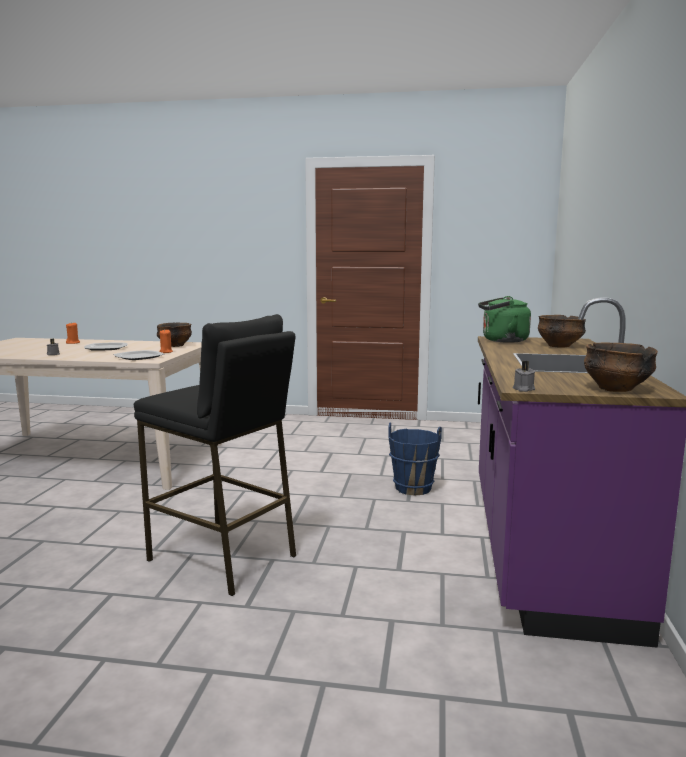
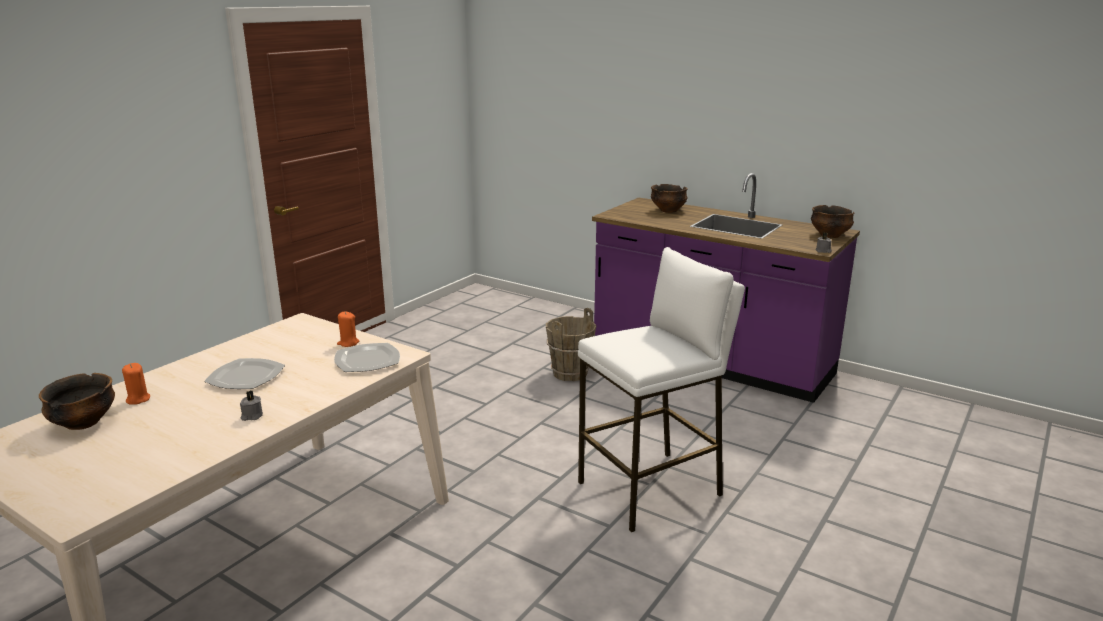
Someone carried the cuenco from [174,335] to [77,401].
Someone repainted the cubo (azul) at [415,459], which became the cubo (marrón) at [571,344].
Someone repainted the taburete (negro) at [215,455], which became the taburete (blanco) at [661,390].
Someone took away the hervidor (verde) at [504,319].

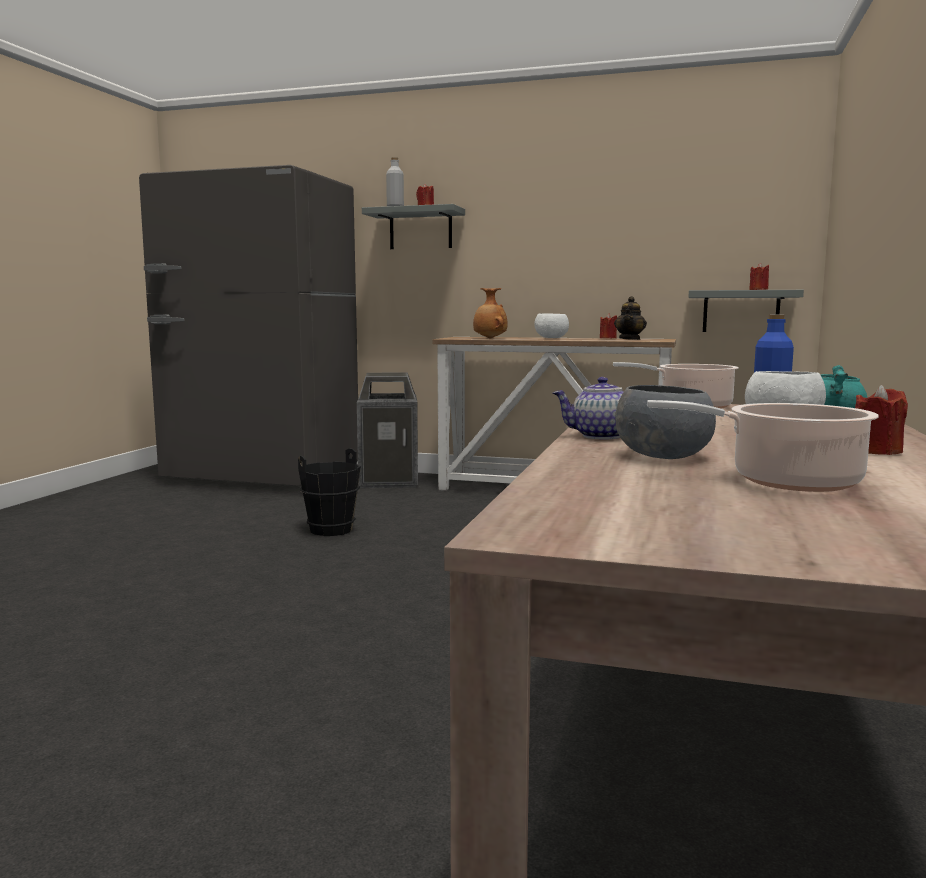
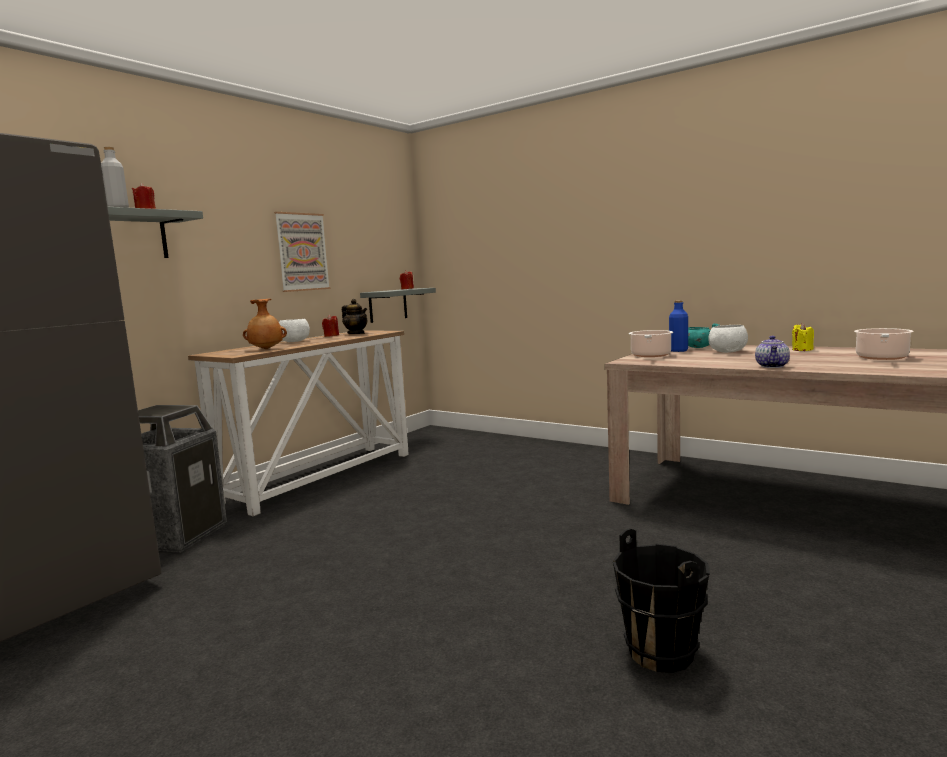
Someone put up the cuadro at [302,252].
Someone carried the cubo (negro) from [329,492] to [661,600].
Someone repainted the vela (rojo) at [881,420], which became the vela (amarillo) at [803,337].
Someone took away the cuenco (gris) at [665,422].

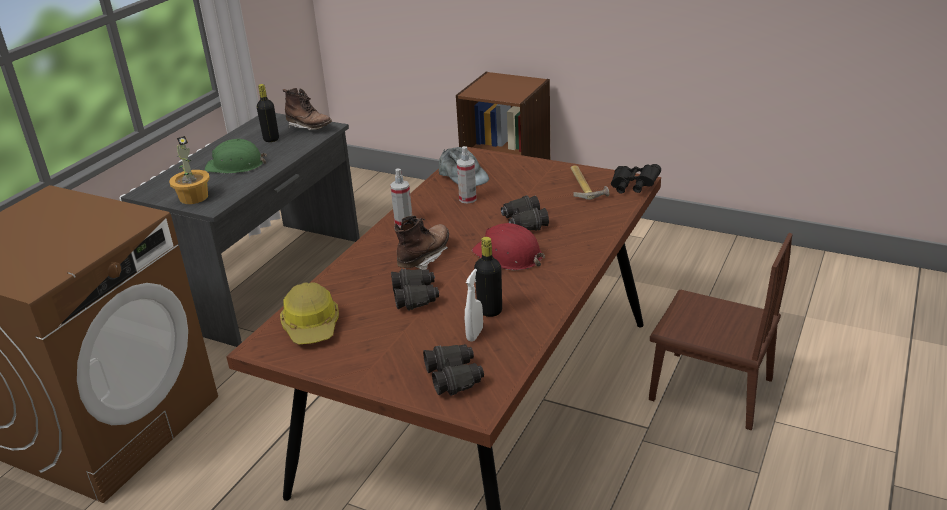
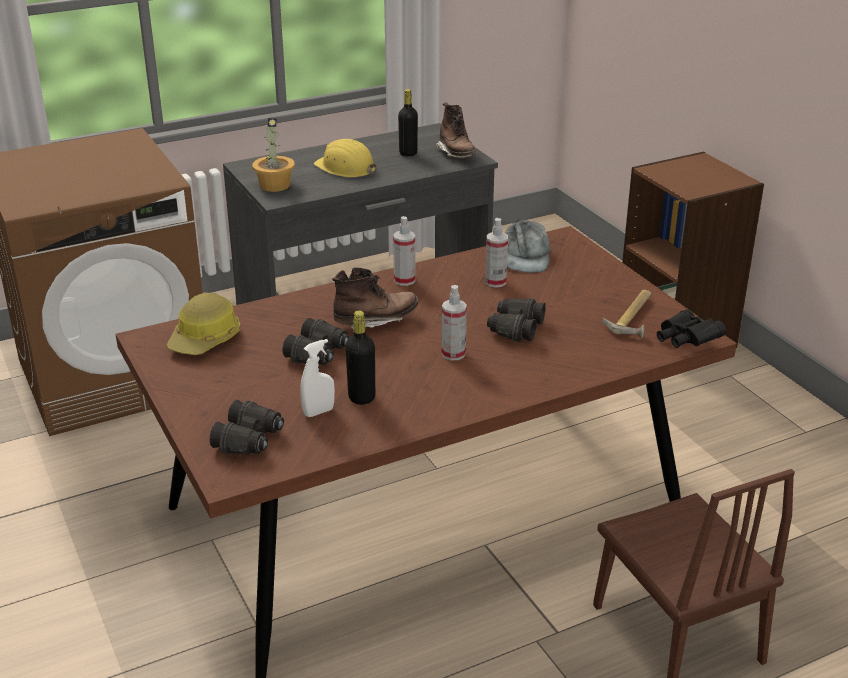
Someone repainted the casco (verde) at [236,156], which became the casco (amarillo) at [345,158].
Someone swapped the casco (rojo) at [508,246] for the pulverizador at [454,322].

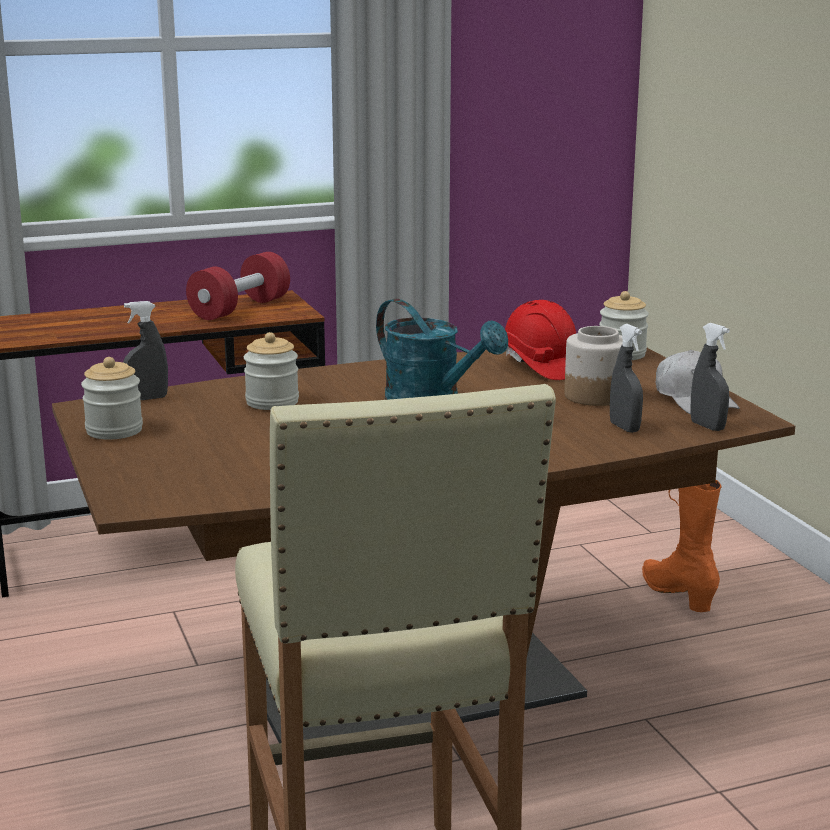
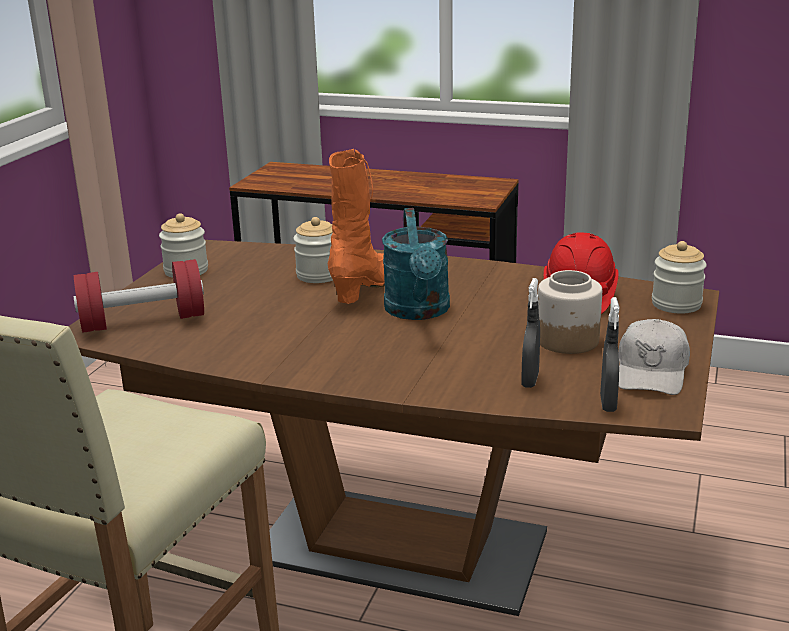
Someone carried the mancuerna (rojo) from [238,286] to [139,296].
Someone carried the bota (naranja) from [682,546] to [356,226].
Someone took away the pulverizador (gris) at [145,350].

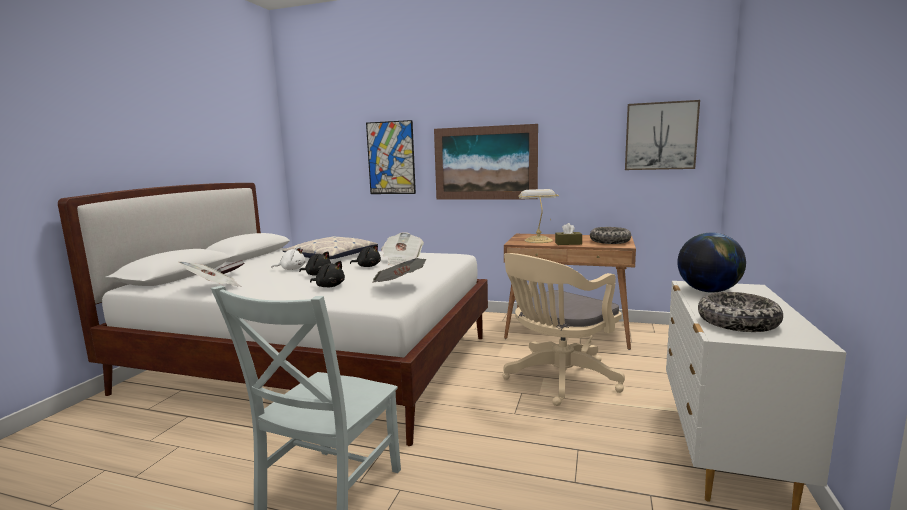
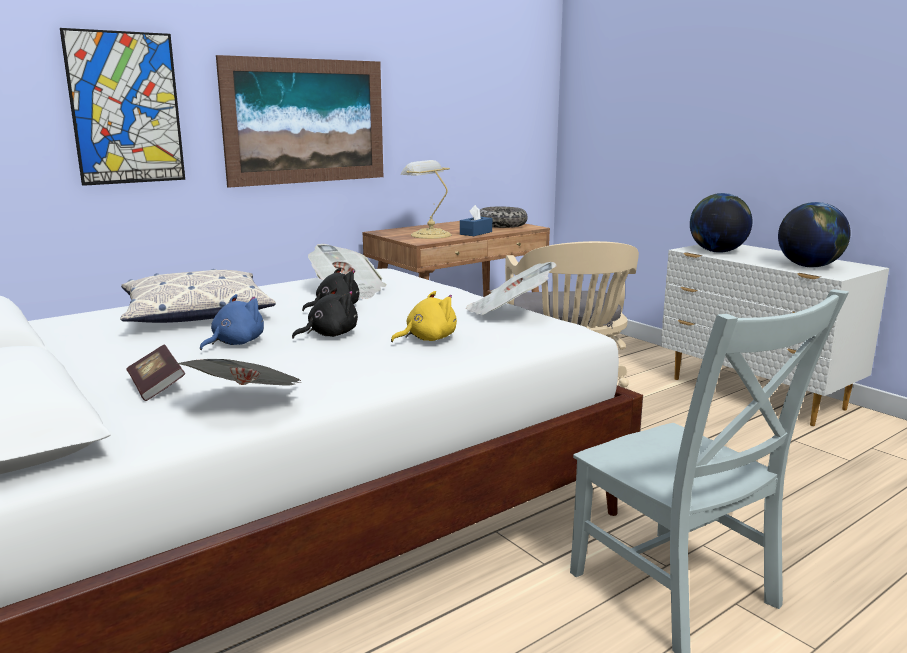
Someone repainted the peluche (blanco) at [288,258], which became the peluche (azul) at [232,322].
Someone repainted the peluche (negro) at [327,274], which became the peluche (amarillo) at [424,316].
Someone repainted the caja de pañuelos (marrón) at [568,234], which became the caja de pañuelos (azul) at [476,220].
Someone swapped the cuenco at [740,312] for the globo terráqueo at [814,234].
Someone took away the cuadro at [662,135].

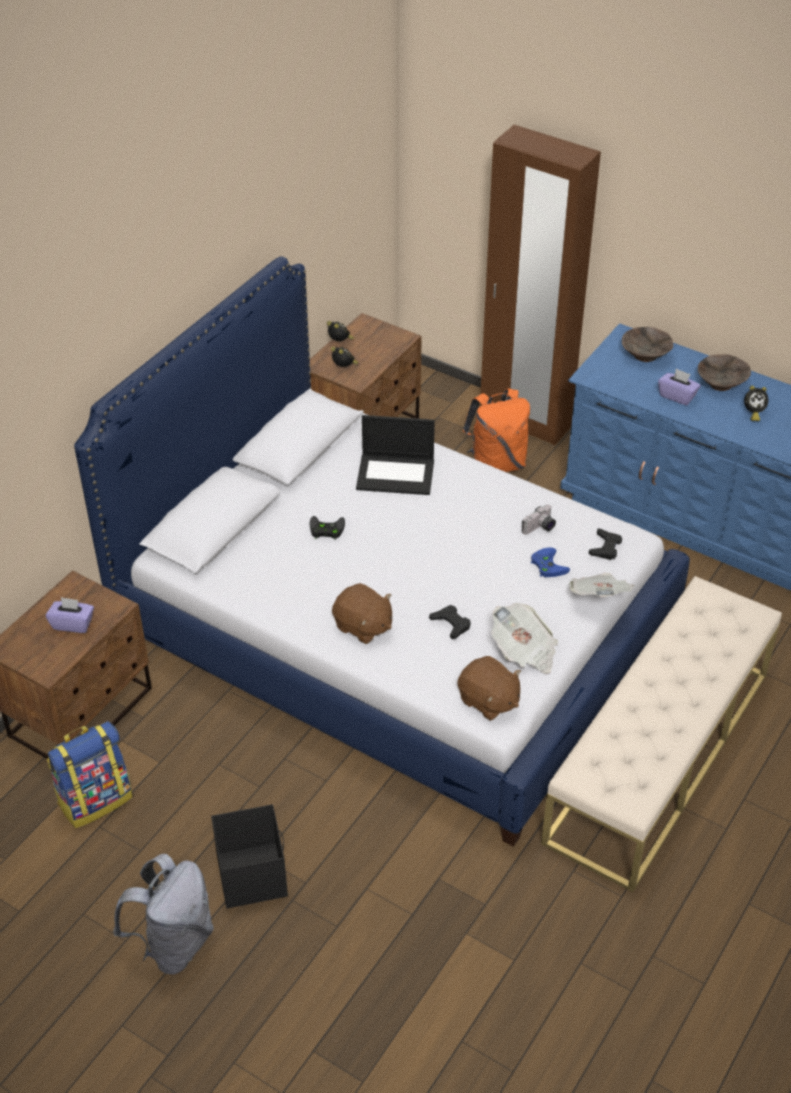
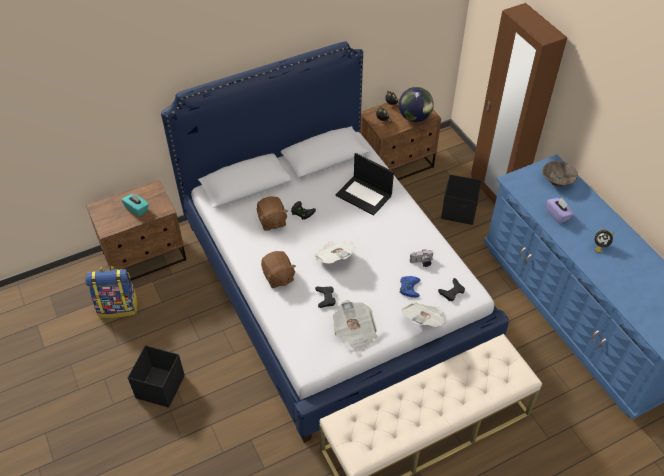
Someone repainted the caja de pañuelos (morado) at [70,615], which became the caja de pañuelos (turquesa) at [135,204].
Someone carried the peluche (marrón) from [489,688] to [272,213].
Someone put down the periódico at [335,252].
Someone put down the globo terráqueo at [416,104].
Someone swapped the mochila (naranja) at [496,430] for the caja de almacenaje (negro) at [461,200].
Someone took away the mochila (gris) at [163,914].
Someone took away the cuenco (marrón) at [724,372].

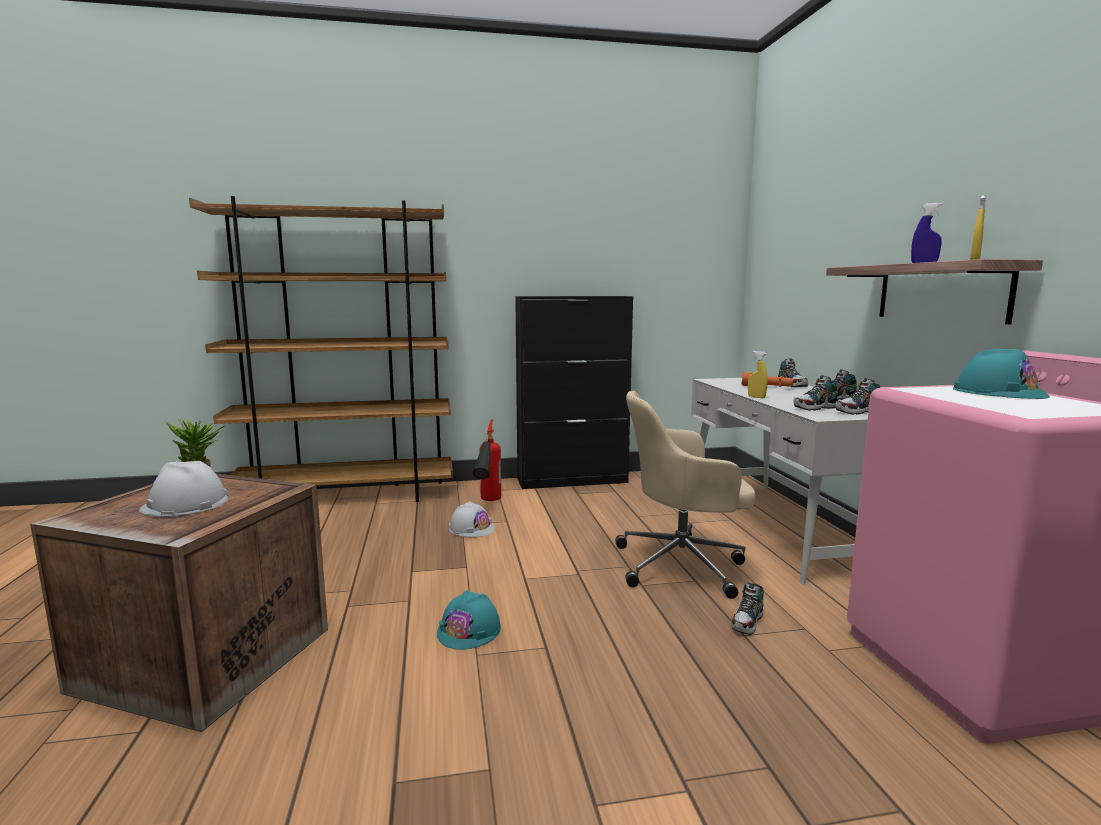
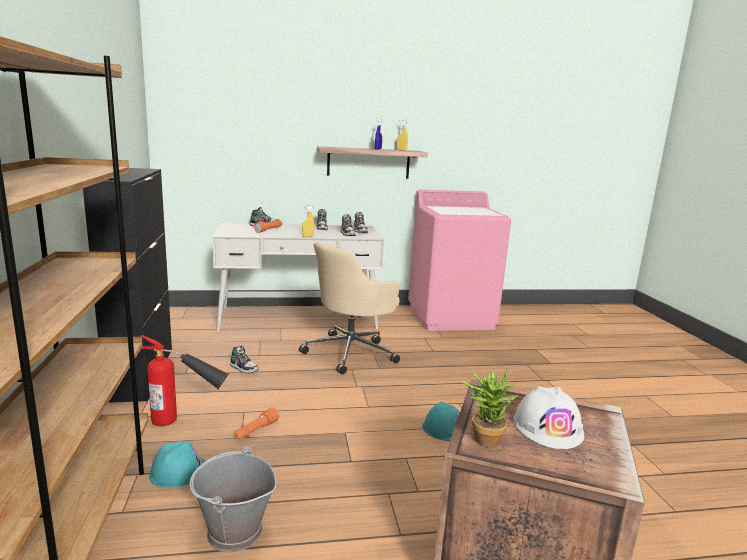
Someone carried the casco (turquesa) from [1001,373] to [177,464].
Someone put down the cubo (gris) at [233,499].
Someone carried the zapato from [747,608] to [244,359].
Someone swapped the casco (blanco) at [472,519] for the linterna (naranja) at [256,423].
Someone rotated the silla de oficina (beis) at [685,495] by 45 degrees clockwise.

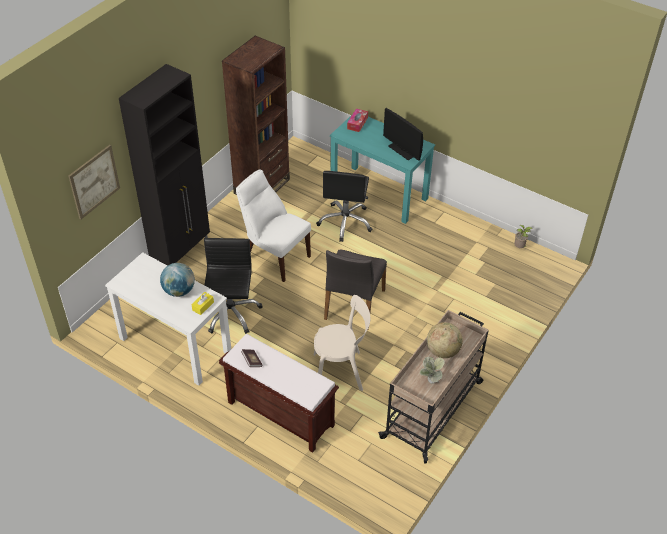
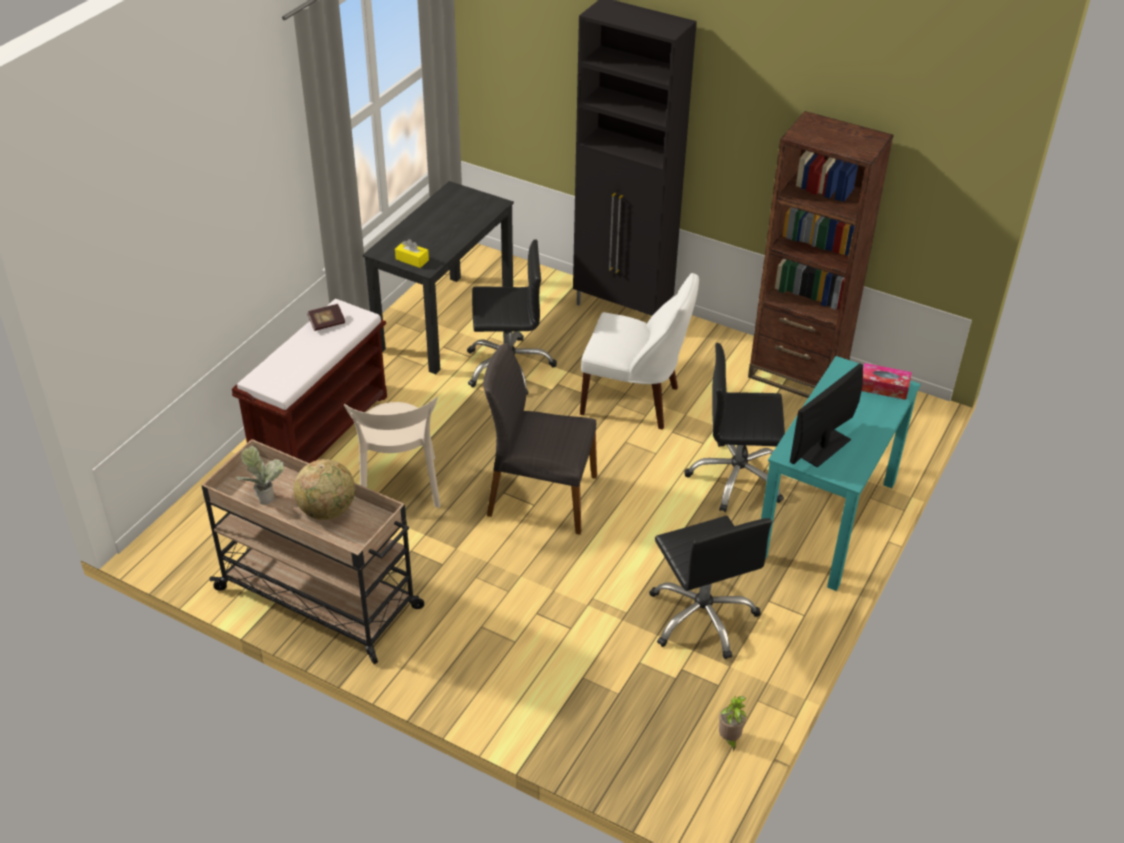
Someone repainted the escritorio (blanco) at [168,319], which became the escritorio (negro) at [438,277].
Someone rotated the silla (blanco) at [273,226] by 75 degrees clockwise.
Someone put down the silla de oficina (negro) at [710,587].
Someone took away the cuadro at [94,182].
Someone took away the globo terráqueo at [177,280].

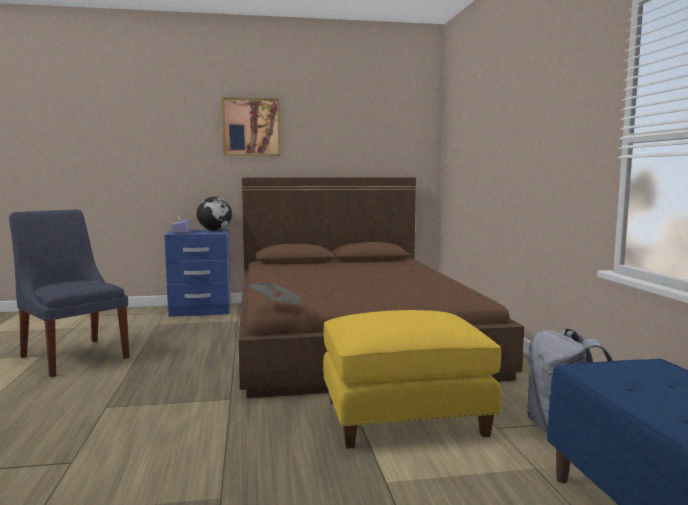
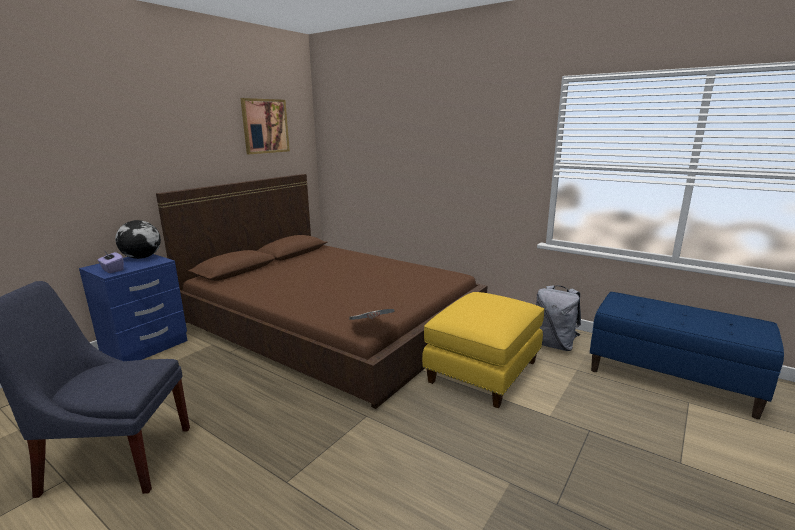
Someone carried the cuadro from [251,126] to [265,126].

